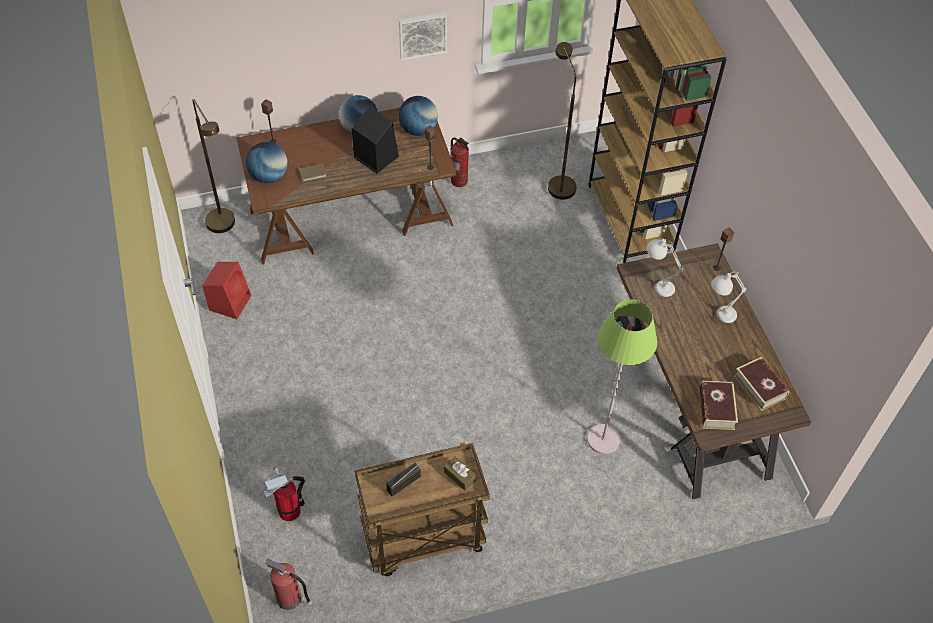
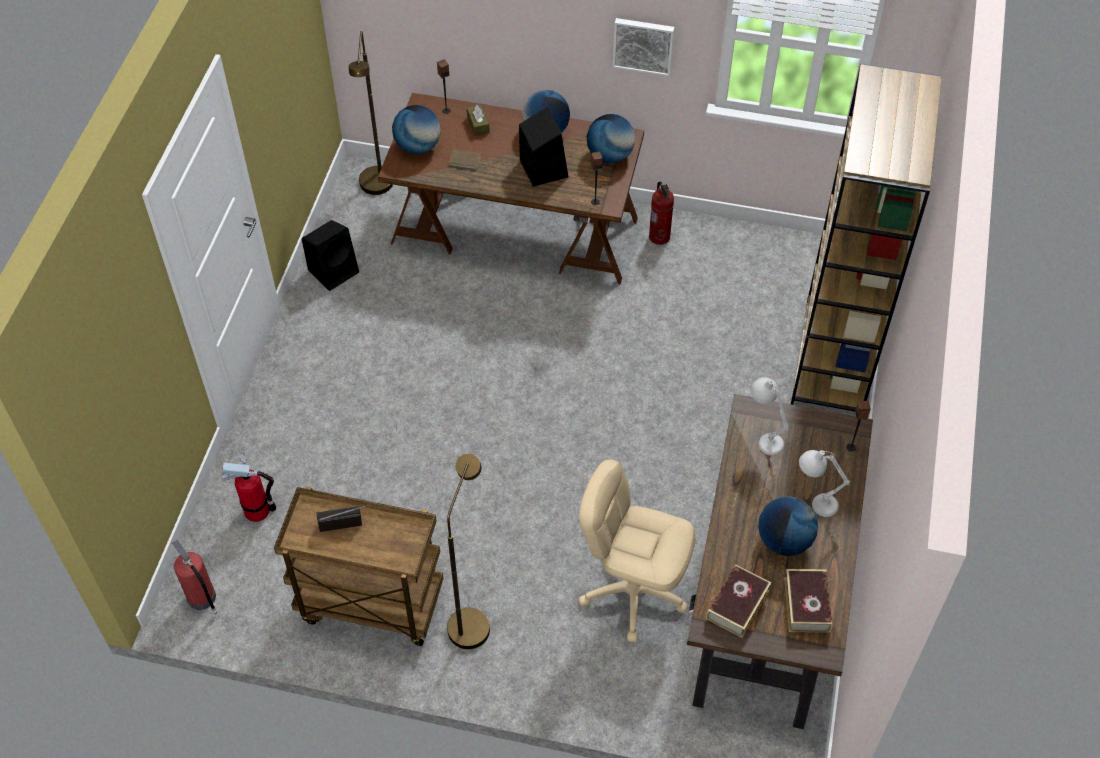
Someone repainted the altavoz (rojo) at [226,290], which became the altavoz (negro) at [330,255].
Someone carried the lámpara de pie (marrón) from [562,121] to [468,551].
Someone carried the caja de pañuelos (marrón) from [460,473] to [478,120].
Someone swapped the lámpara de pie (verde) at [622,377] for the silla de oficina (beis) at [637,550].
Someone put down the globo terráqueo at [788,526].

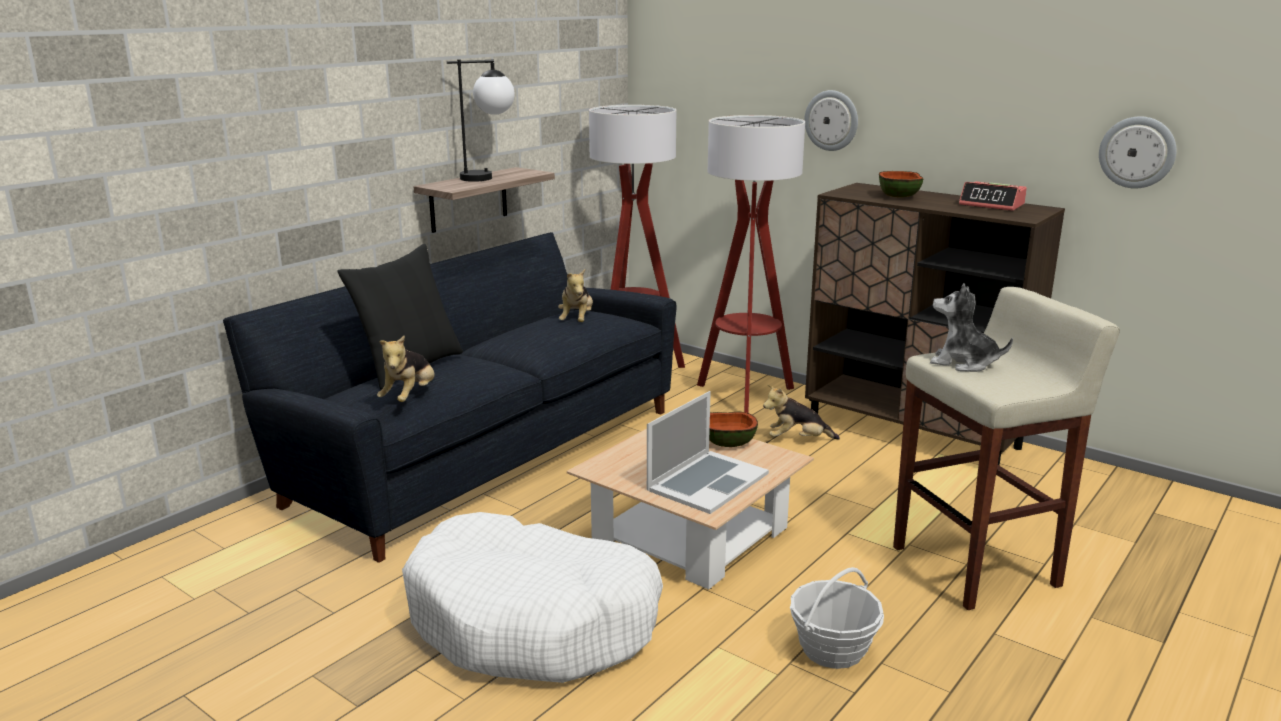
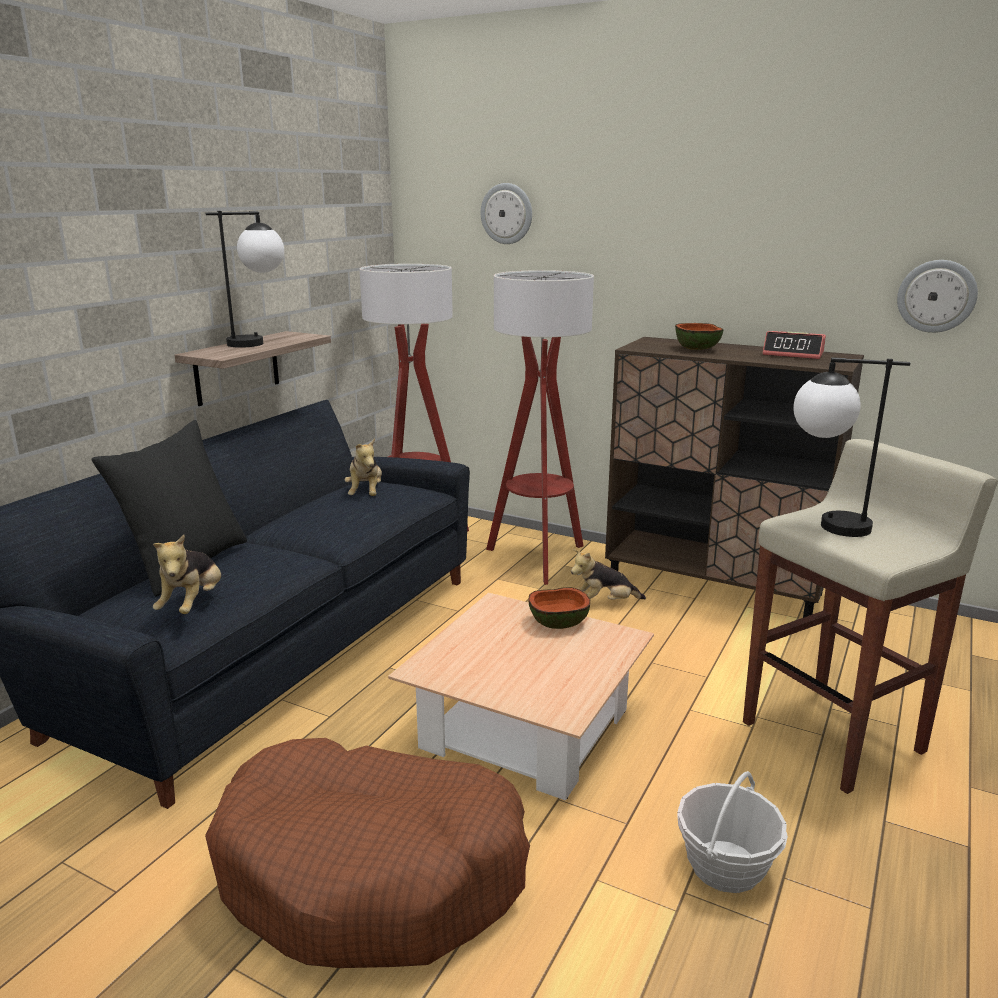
Someone repainted the cama para perro (blanco) at [532,597], which became the cama para perro (marrón) at [367,853].
Someone carried the reloj de pared from [831,120] to [506,213].
Someone swapped the peluche at [971,327] for the lámpara de mesa at [851,447].
Someone took away the portátil at [708,452].

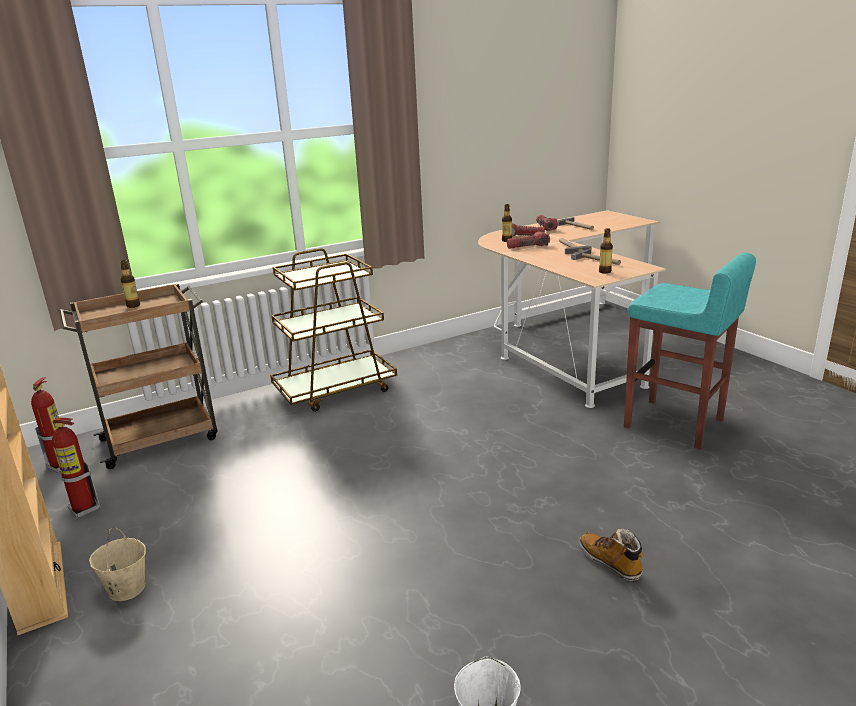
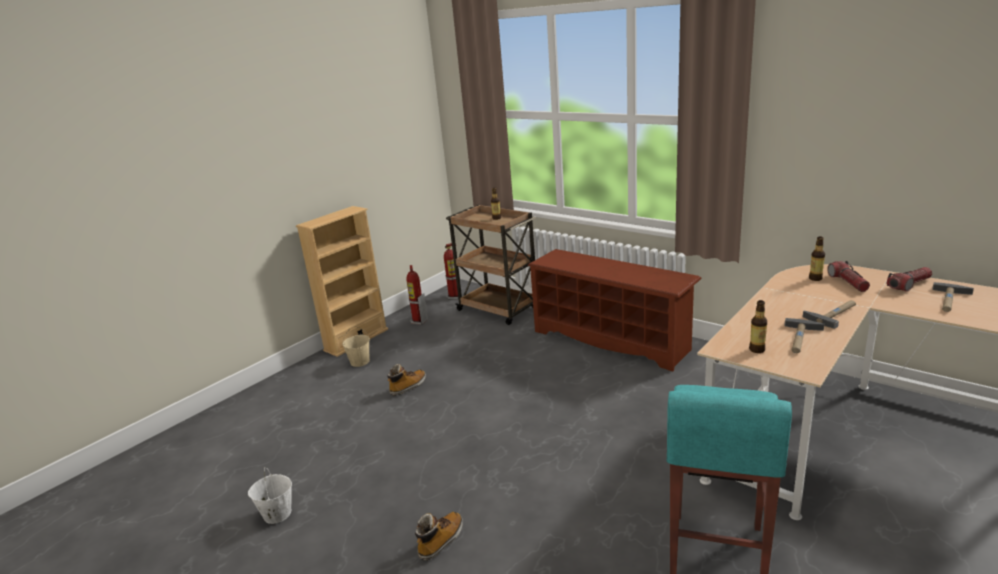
Someone put down the bota at [406,380].
Someone swapped the carrito (marrón) at [333,330] for the zapatero (marrón) at [614,310].
Someone took away the linterna at [528,240].

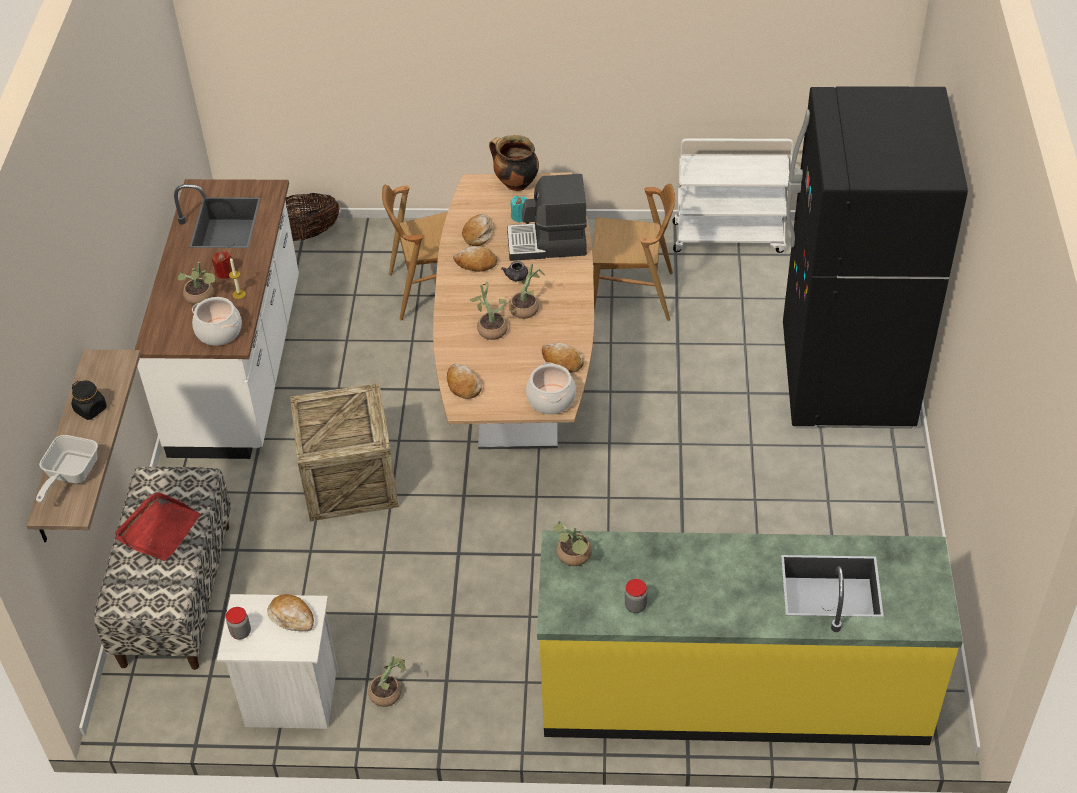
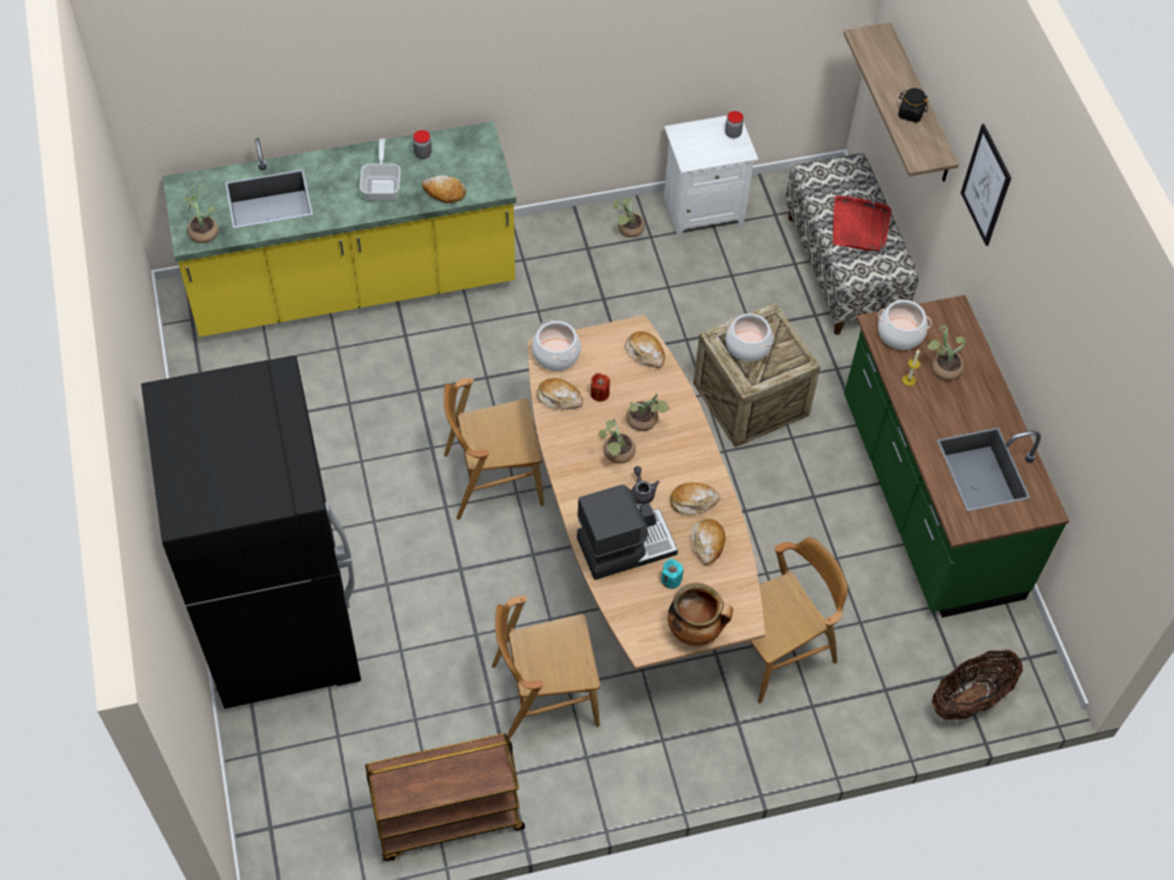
Someone carried the planta en maceta from [572,543] to [201,214].
Someone carried the sartén from [67,469] to [380,169].
Someone repainted the carrito (blanco) at [733,195], which became the carrito (marrón) at [445,797].
Someone carried the pan from [291,612] to [444,189].
Someone put down the silla (marrón) at [494,449].
Someone carried the vela (rojo) from [222,265] to [600,387].
Someone put down the olla at [750,337].
Someone repainted the mueble bajo de cocina (blanco) at [217,319], which became the mueble bajo de cocina (verde) at [956,456].
Someone put up the cuadro at [986,185].

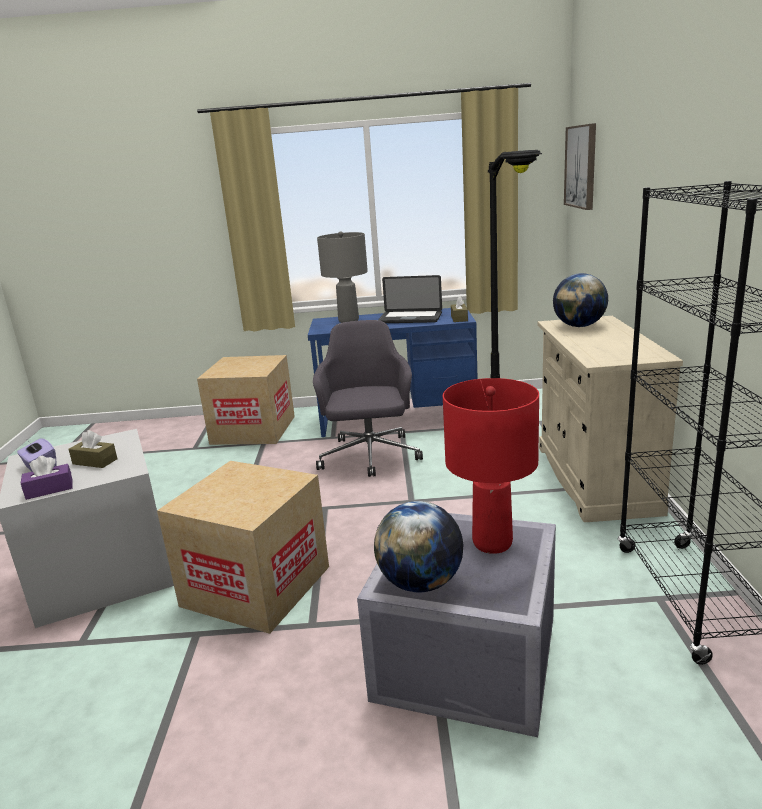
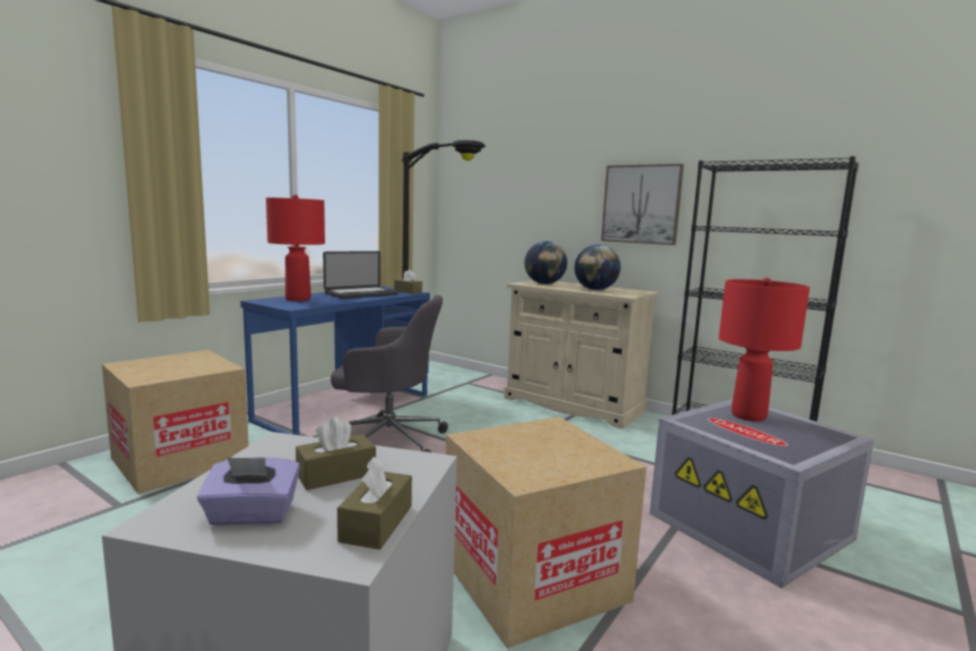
Someone repainted the lámpara de mesa (gris) at [342,277], which became the lámpara de mesa (rojo) at [295,248].
Someone rotated the silla de oficina (gris) at [368,398] by 150 degrees clockwise.
Someone repainted the caja de pañuelos (morado) at [47,478], which became the caja de pañuelos (marrón) at [374,503].
Someone carried the globo terráqueo from [418,547] to [597,267].
Someone carried the cuadro from [580,166] to [642,204].

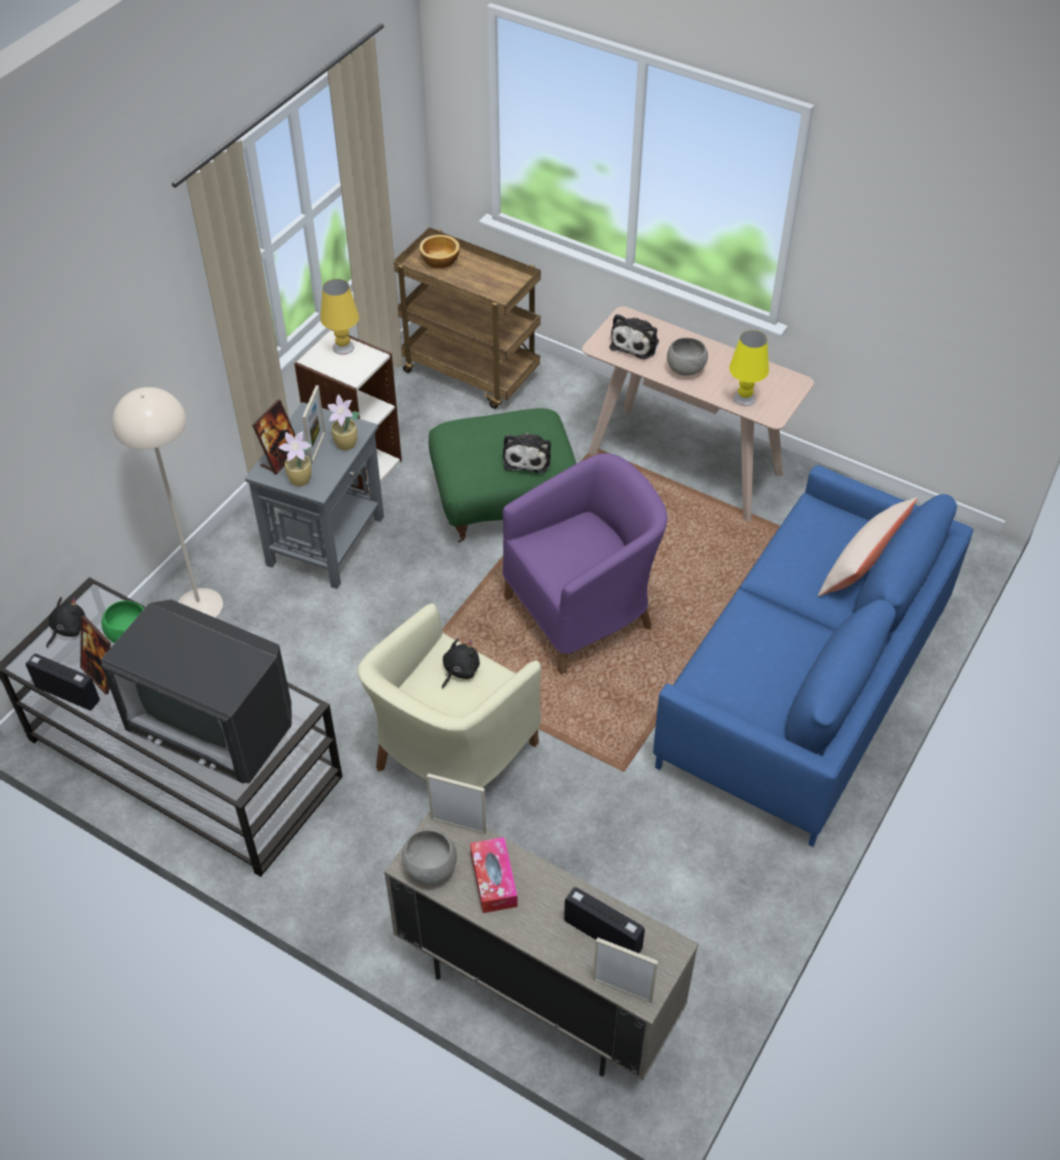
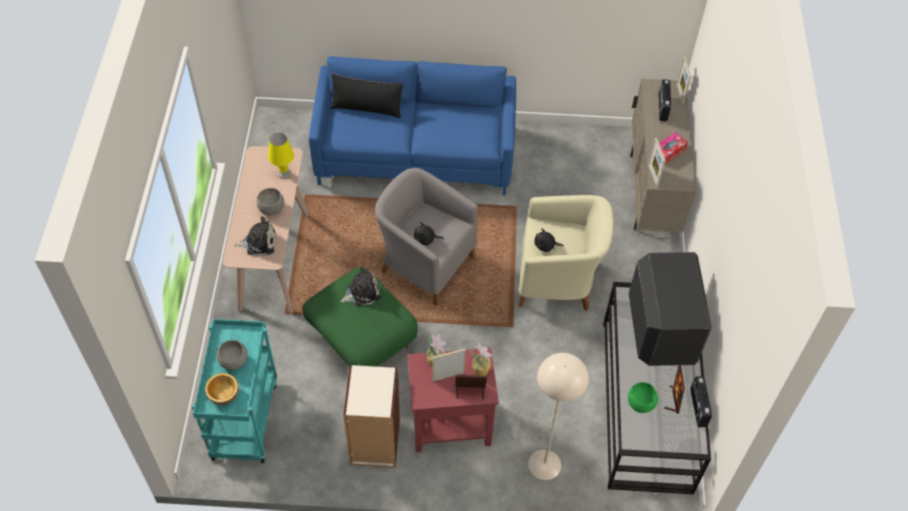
Someone repainted the carrito (marrón) at [467,318], which became the carrito (turquesa) at [234,391].
Someone carried the cuenco (gris) from [429,857] to [232,355].
Someone repainted the cojín (beis) at [867,547], which became the cojín (negro) at [366,96].
Someone repainted the sillón (morado) at [584,564], which became the sillón (gris) at [426,237].
Someone repainted the mesa auxiliar (gris) at [314,495], which became the mesa auxiliar (rojo) at [453,400].
Someone carried the peluche (negro) from [66,622] to [429,233].
Someone took away the lámpara de mesa (amarillo) at [339,317].

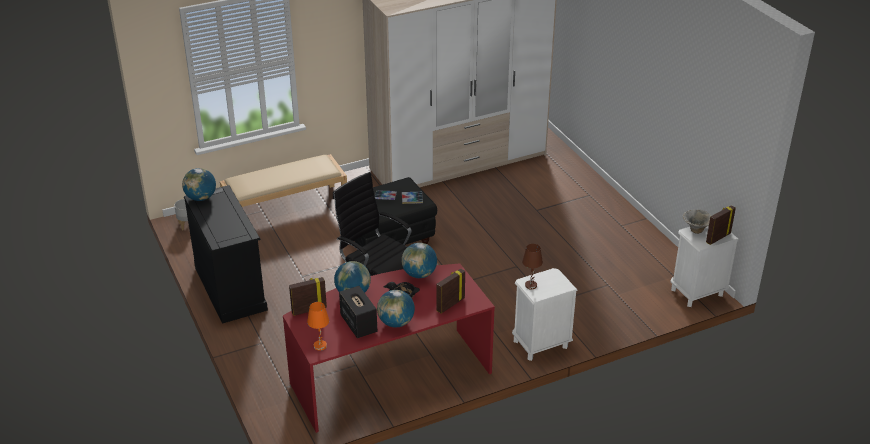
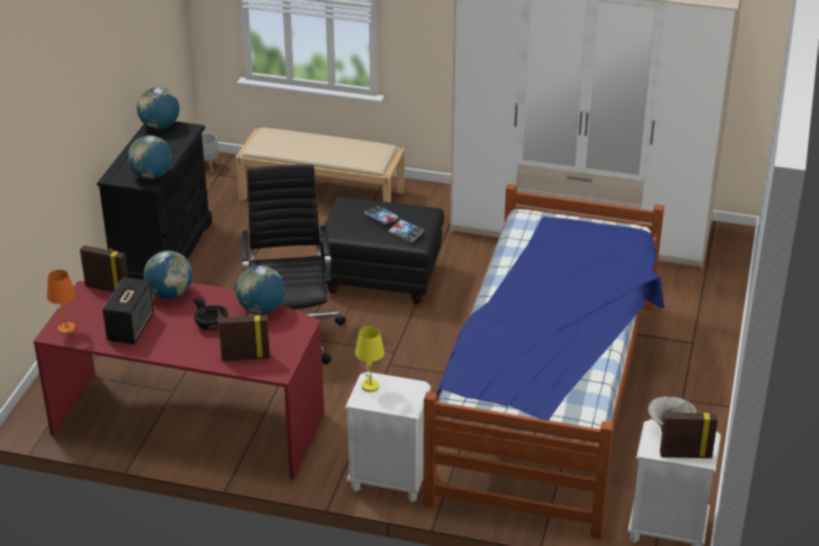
Someone carried the globo terráqueo from [396,308] to [150,157].
Someone repainted the lámpara de mesa (marrón) at [532,267], which became the lámpara de mesa (amarillo) at [370,359].
Someone put down the cama at [544,361].

